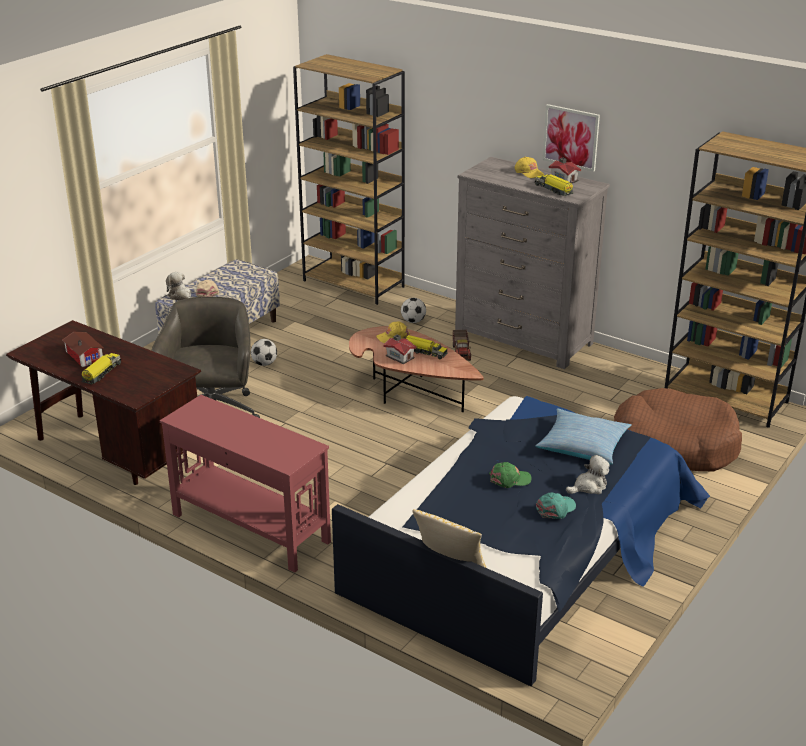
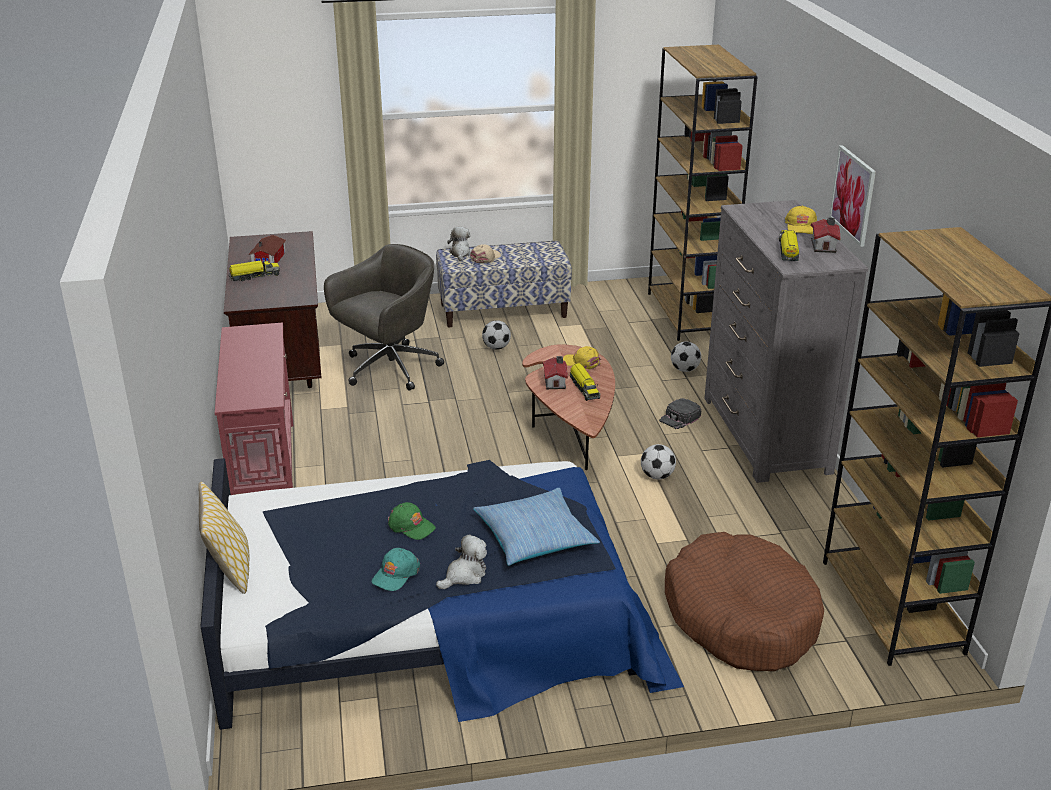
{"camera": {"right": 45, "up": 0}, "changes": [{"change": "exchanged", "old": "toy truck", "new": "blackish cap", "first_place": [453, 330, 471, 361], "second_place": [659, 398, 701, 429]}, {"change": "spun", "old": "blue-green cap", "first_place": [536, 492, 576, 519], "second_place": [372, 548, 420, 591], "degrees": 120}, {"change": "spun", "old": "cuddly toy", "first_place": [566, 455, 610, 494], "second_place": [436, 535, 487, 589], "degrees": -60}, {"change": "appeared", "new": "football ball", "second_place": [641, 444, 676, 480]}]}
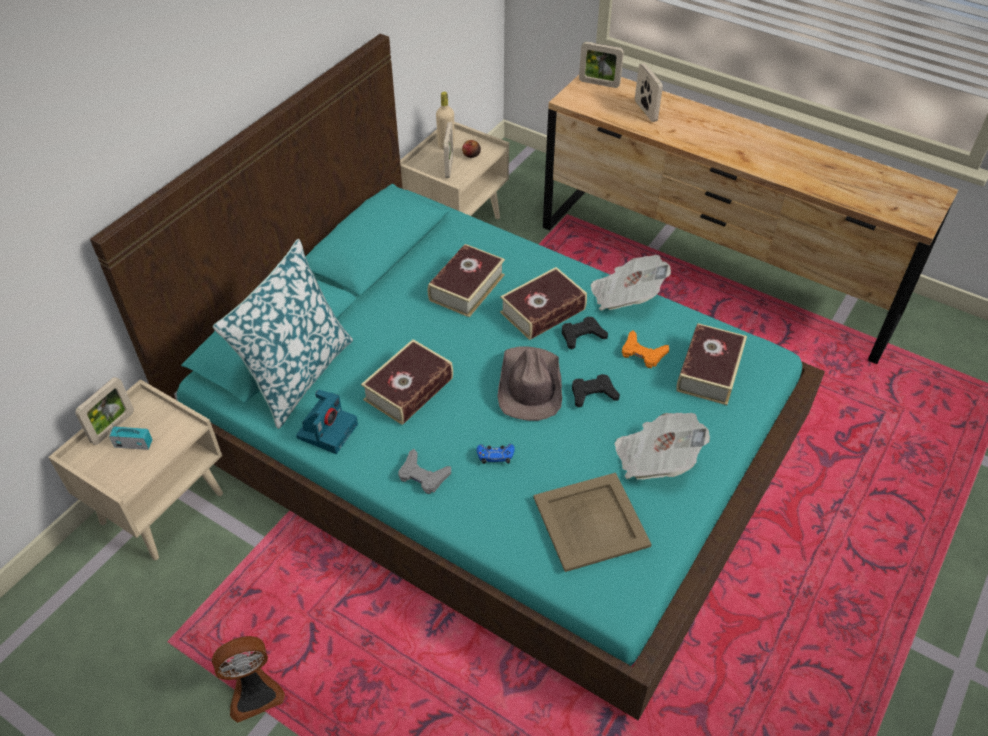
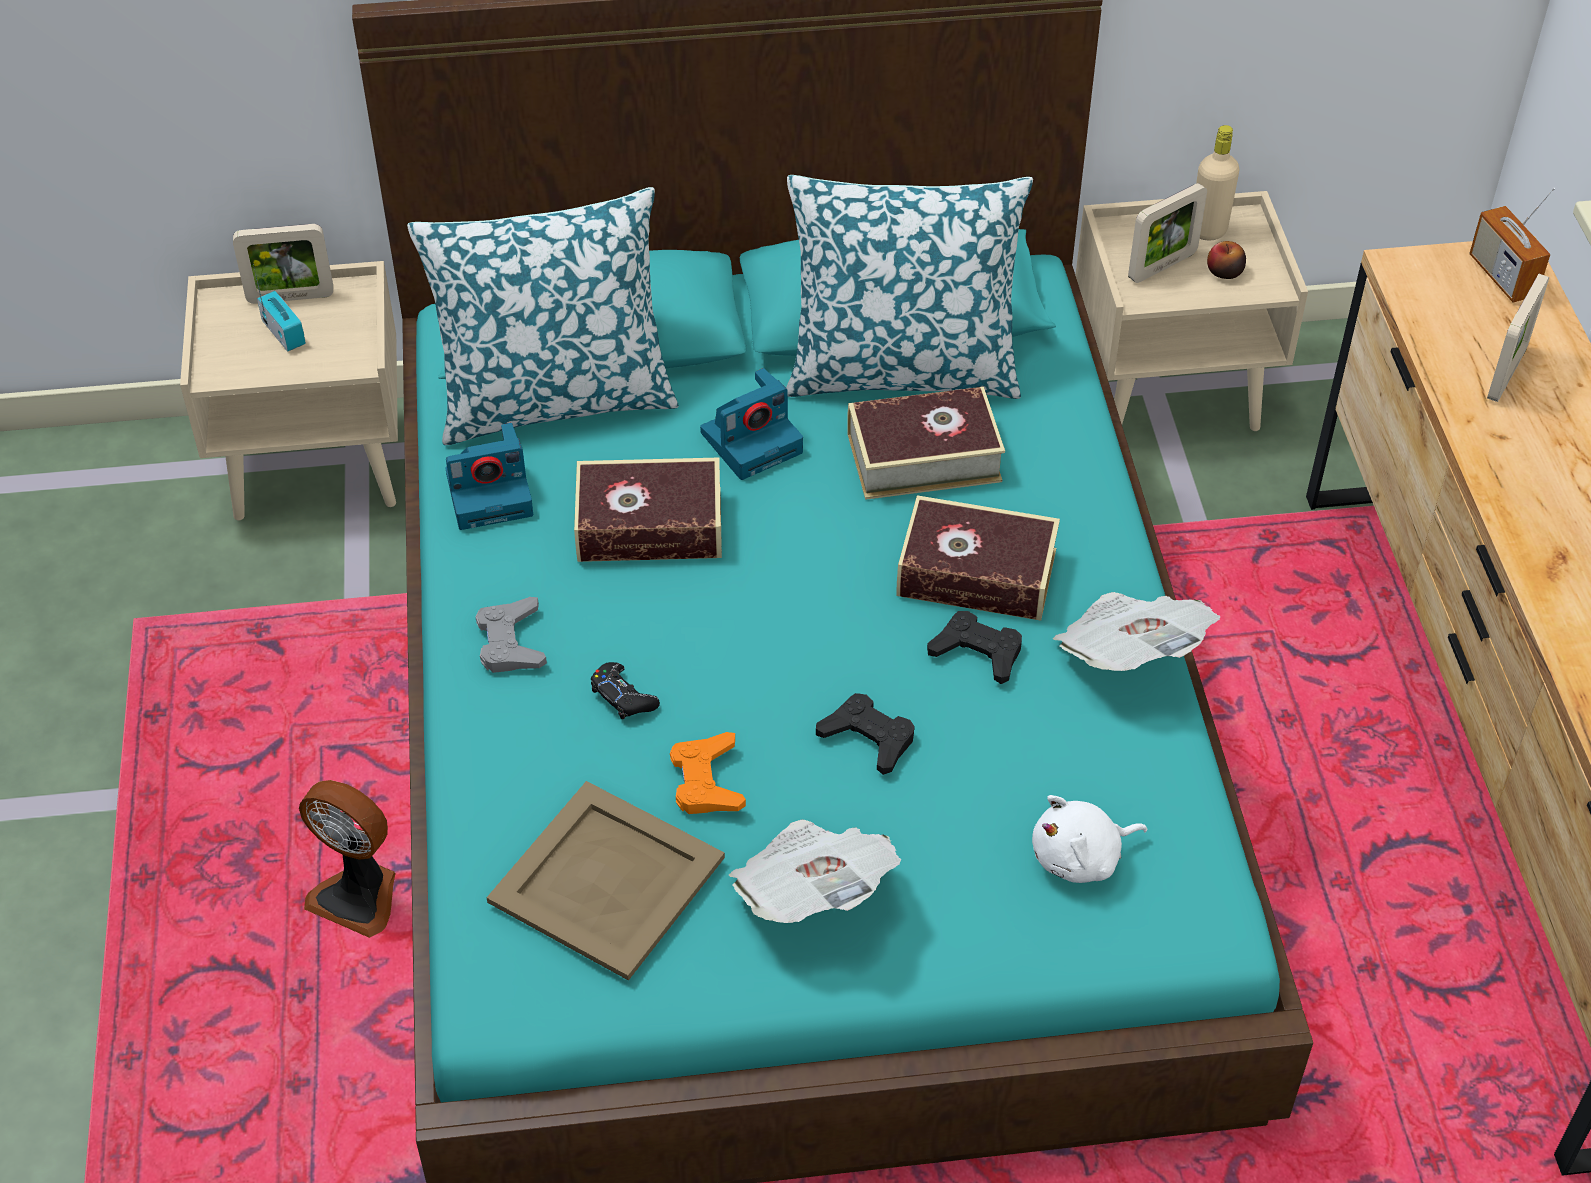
{"camera": {"right": 50, "up": 0}, "changes": [{"change": "relocated", "old": "electric fan", "first_place": [212, 636, 285, 723], "second_place": [299, 780, 396, 938]}, {"change": "colour", "old": "bluish gamepad", "new": "blackish gamepad", "first_place": [477, 444, 515, 464], "second_place": [591, 662, 660, 720]}, {"change": "missing", "old": "brown clothing hat", "first_place": [498, 346, 562, 421]}, {"change": "exchanged", "old": "standing frame", "new": "radio set", "first_place": [579, 42, 624, 88], "second_place": [1469, 188, 1555, 303]}, {"change": "relocated", "old": "orange-coloured gamepad", "first_place": [622, 330, 669, 368], "second_place": [670, 732, 746, 814]}, {"change": "exchanged", "old": "bound book", "new": "white cuddly toy", "first_place": [677, 323, 747, 405], "second_place": [1032, 795, 1148, 883]}, {"change": "appeared", "new": "still camera", "second_place": [700, 368, 803, 480]}, {"change": "appeared", "new": "throw pillow", "second_place": [786, 175, 1033, 399]}]}
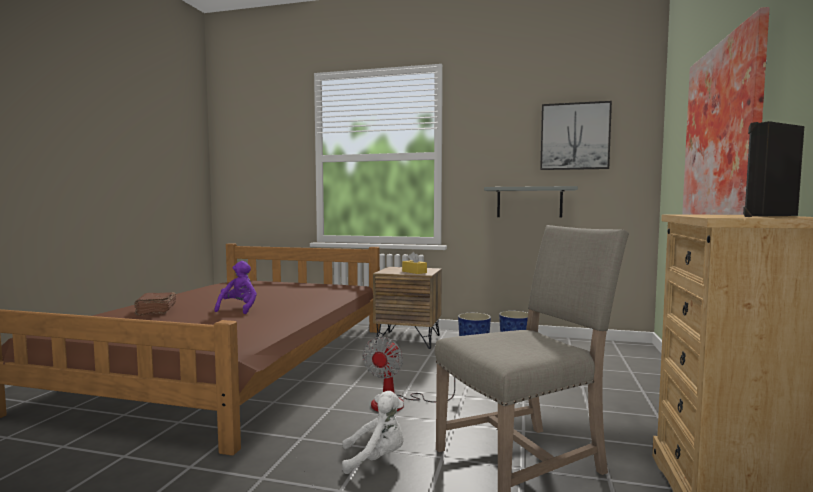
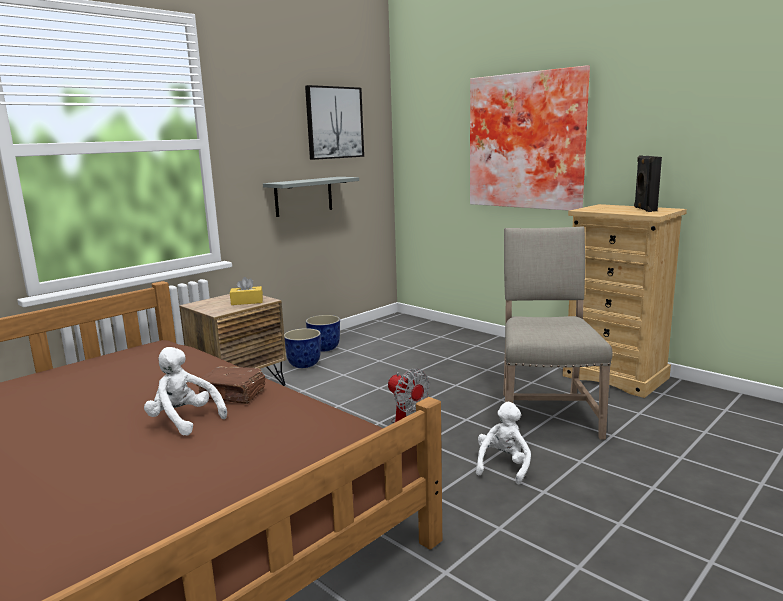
{"camera": {"right": -60, "up": 10}, "changes": [{"change": "relocated", "old": "brown bound book", "first_place": [134, 292, 176, 316], "second_place": [196, 366, 265, 404]}, {"change": "colour", "old": "purple cuddly toy", "new": "white cuddly toy", "first_place": [214, 261, 257, 314], "second_place": [144, 347, 227, 436]}]}
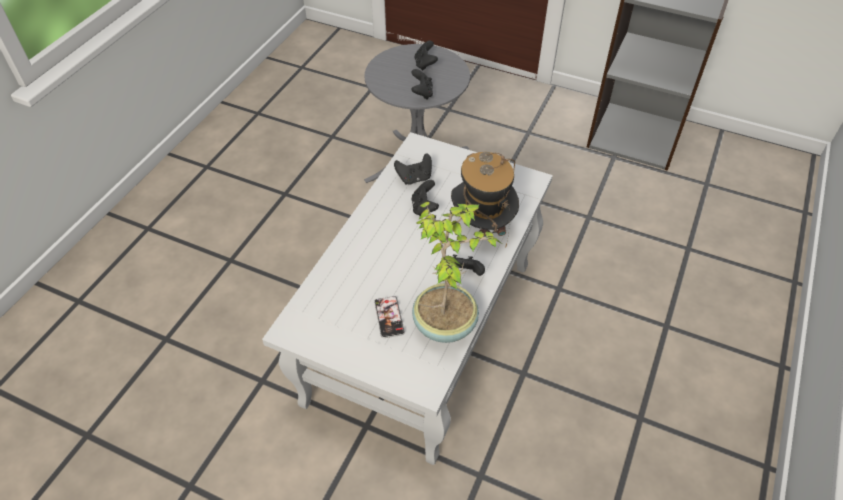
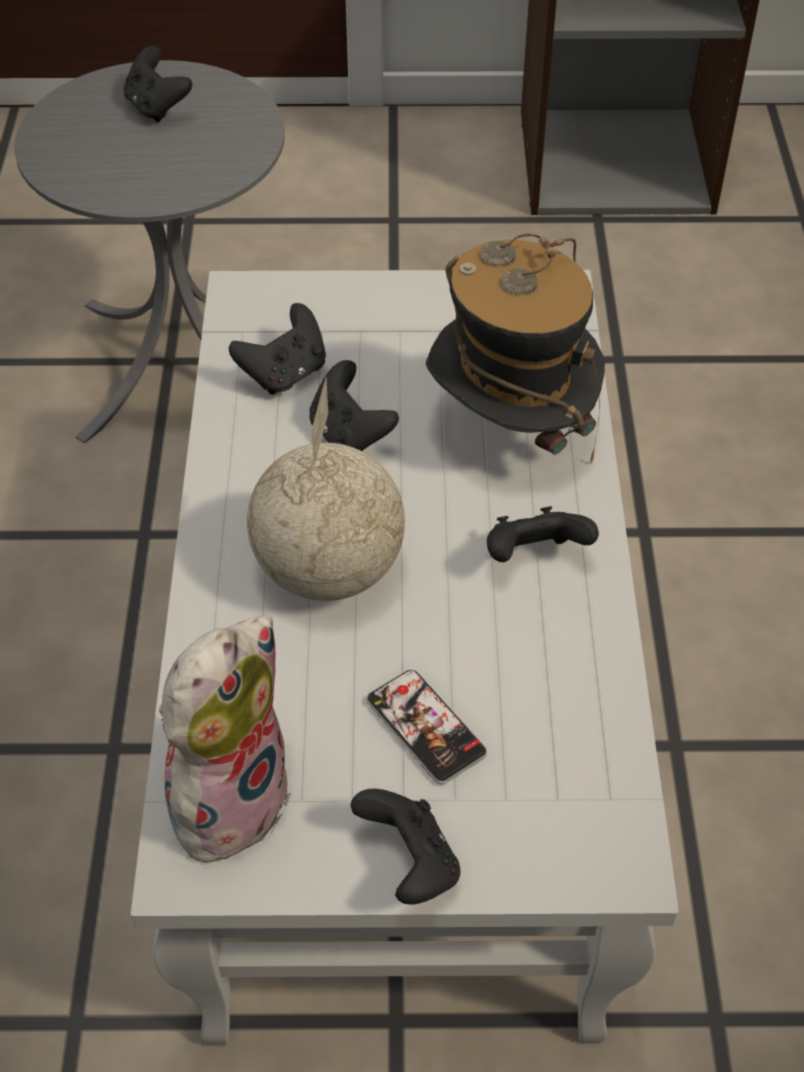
{"camera": {"right": -25, "up": 0}, "changes": [{"change": "relocated", "old": "blackish gamepad", "first_place": [411, 69, 433, 100], "second_place": [351, 789, 460, 905]}, {"change": "missing", "old": "houseplant", "first_place": [412, 202, 501, 343]}, {"change": "appeared", "new": "cuddly toy", "second_place": [159, 616, 292, 875]}, {"change": "appeared", "new": "world globe", "second_place": [247, 378, 405, 601]}]}
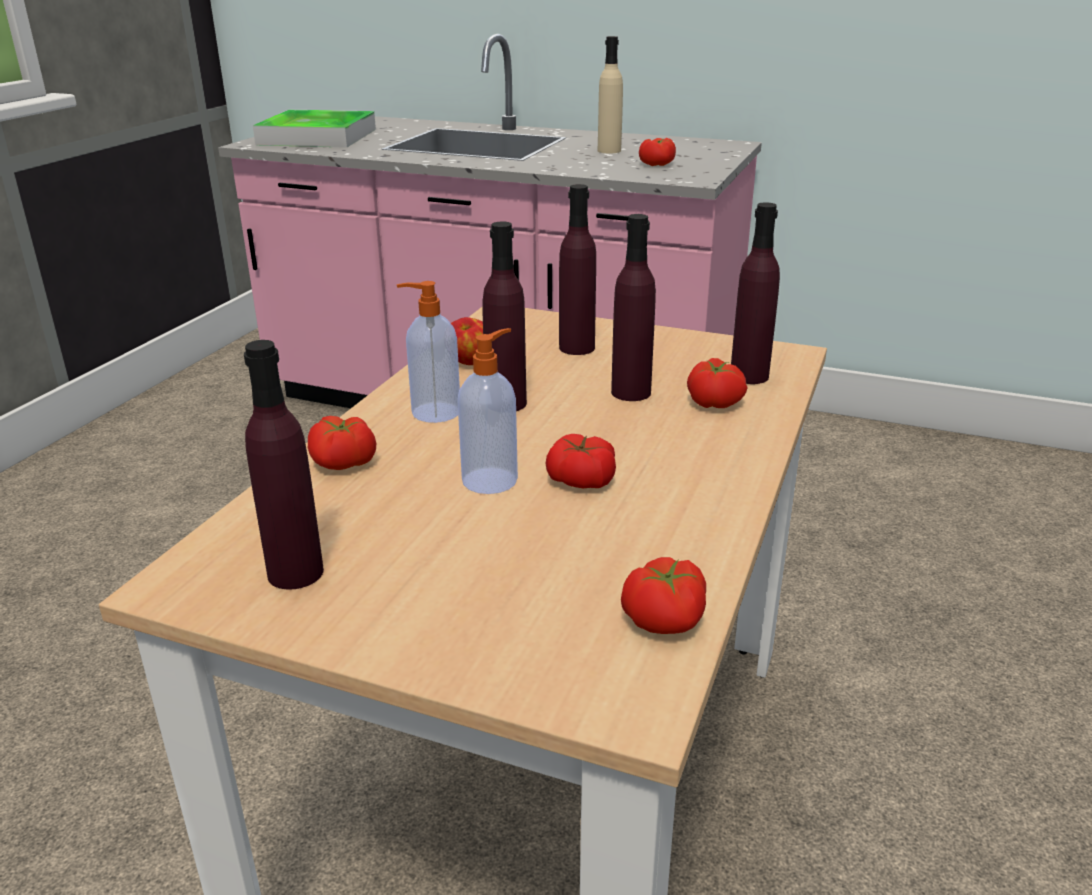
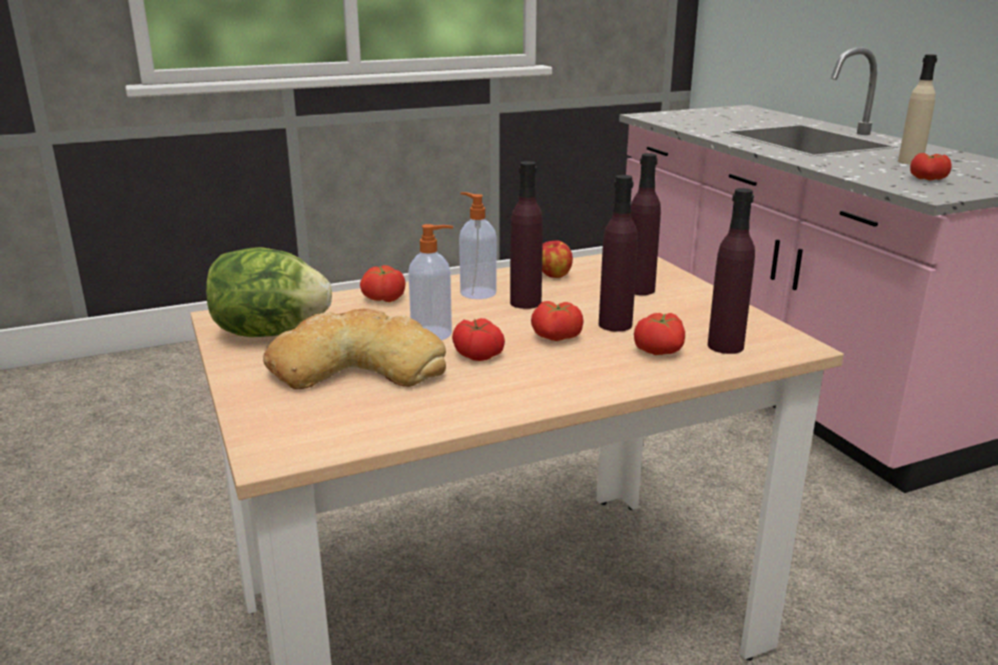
{"camera": {"right": 45, "up": -5}, "changes": [{"change": "exchanged", "old": "purple bottle", "new": "lettuce head", "first_place": [244, 340, 324, 590], "second_place": [206, 247, 332, 337]}, {"change": "missing", "old": "serving tray", "first_place": [253, 110, 376, 148]}, {"change": "relocated", "old": "whole tomato", "first_place": [621, 557, 706, 634], "second_place": [531, 301, 584, 341]}, {"change": "appeared", "new": "baked bread", "second_place": [263, 309, 446, 389]}]}
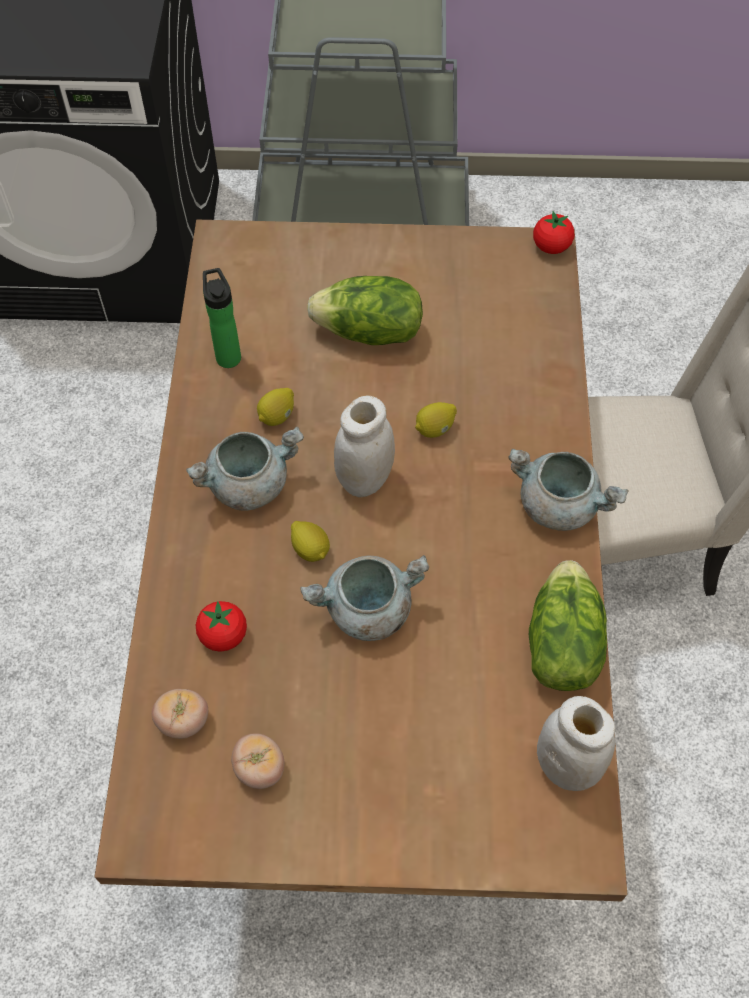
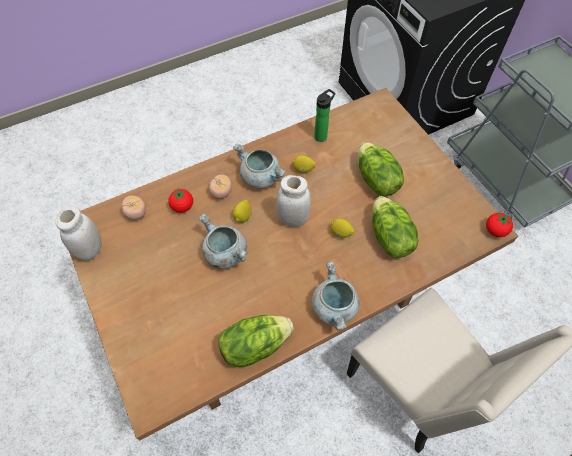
{"camera": {"right": 60, "up": 0}, "changes": [{"change": "relocated", "old": "whole tomato", "first_place": [231, 733, 284, 789], "second_place": [209, 174, 232, 199]}, {"change": "relocated", "old": "white preserve jar", "first_place": [537, 696, 615, 791], "second_place": [55, 206, 102, 261]}, {"change": "appeared", "new": "lettuce head", "second_place": [372, 196, 418, 258]}]}
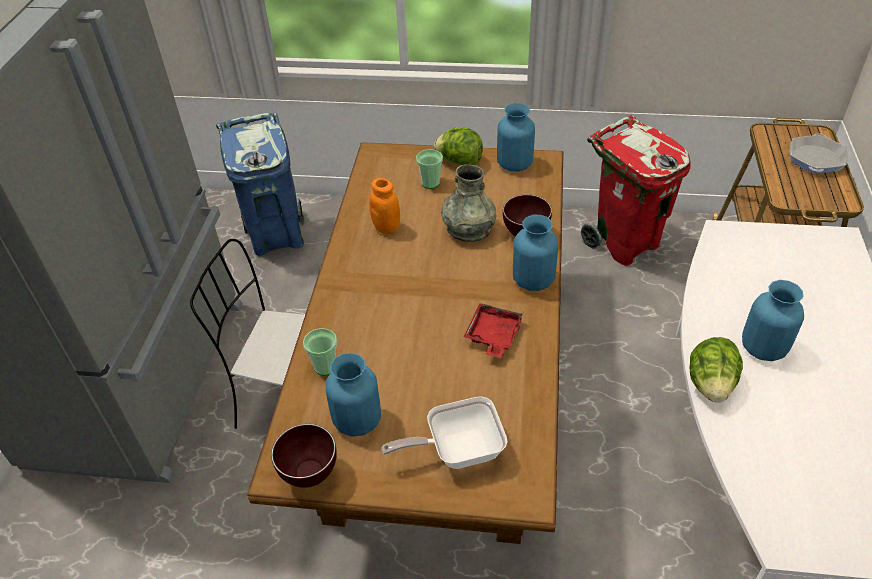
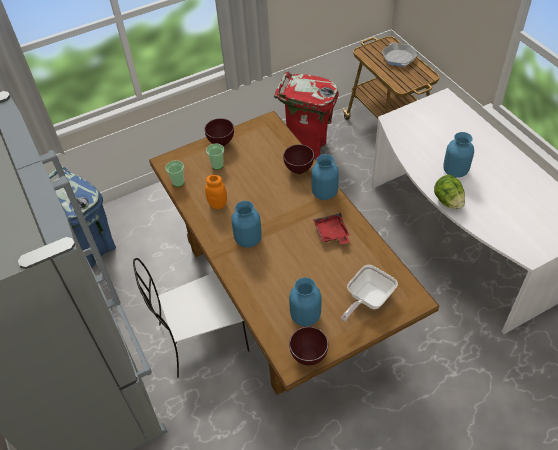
{"camera": {"right": -35, "up": 5}, "changes": [{"change": "relocated", "old": "cup", "first_place": [303, 328, 337, 376], "second_place": [166, 160, 184, 187]}, {"change": "exchanged", "old": "lettuce head", "new": "brown deep dish", "first_place": [434, 127, 483, 165], "second_place": [204, 118, 234, 147]}, {"change": "missing", "old": "greyish vase", "first_place": [441, 164, 496, 242]}, {"change": "relocated", "old": "bluish vase", "first_place": [497, 103, 535, 171], "second_place": [232, 201, 262, 248]}]}
